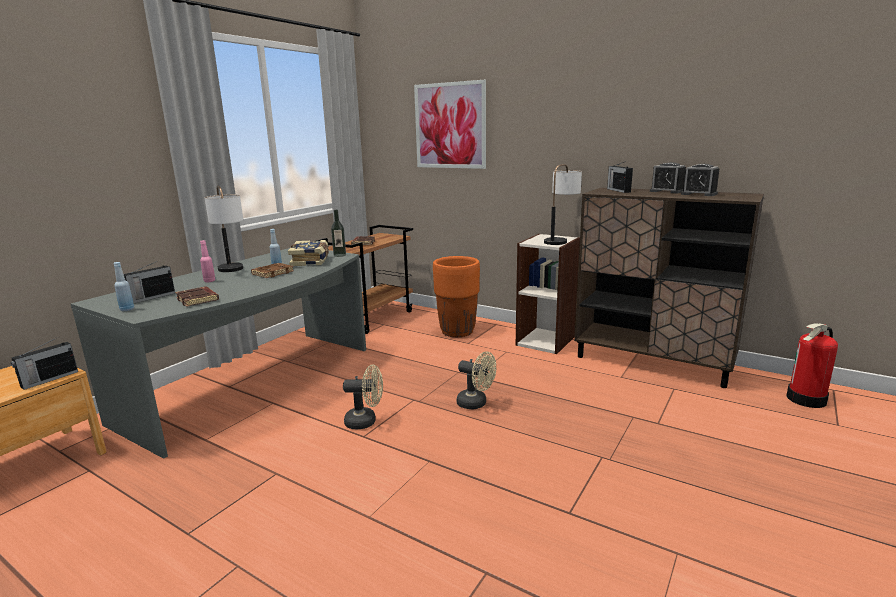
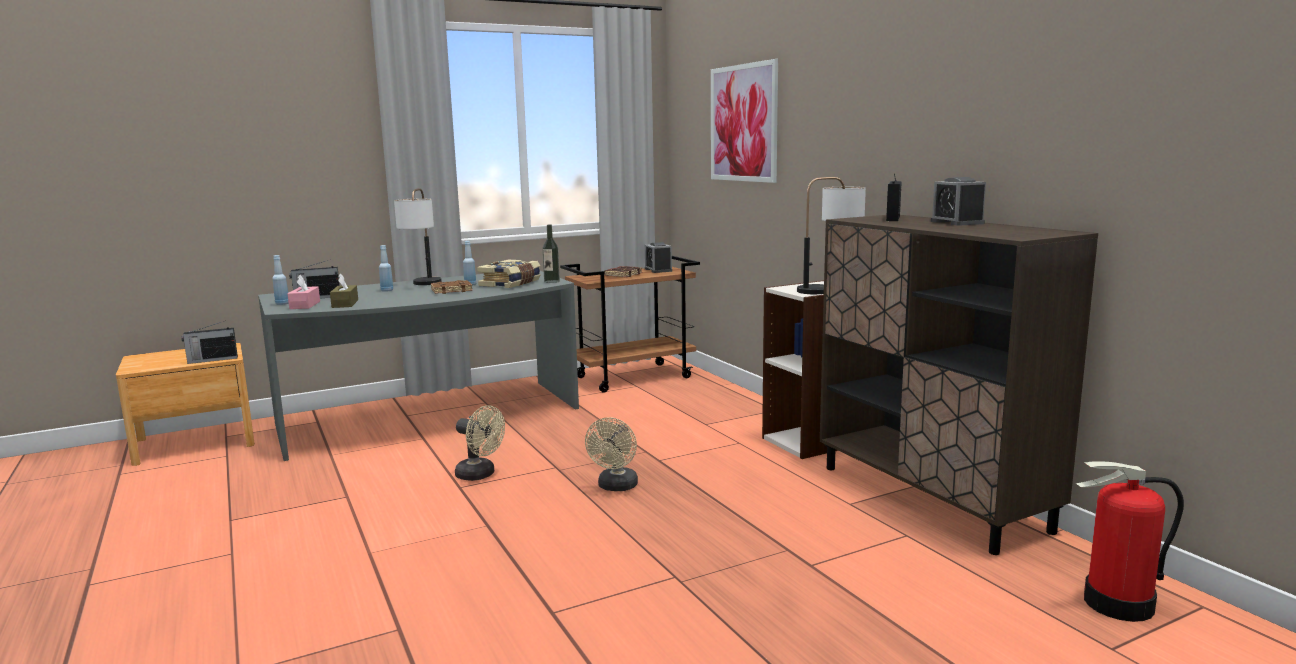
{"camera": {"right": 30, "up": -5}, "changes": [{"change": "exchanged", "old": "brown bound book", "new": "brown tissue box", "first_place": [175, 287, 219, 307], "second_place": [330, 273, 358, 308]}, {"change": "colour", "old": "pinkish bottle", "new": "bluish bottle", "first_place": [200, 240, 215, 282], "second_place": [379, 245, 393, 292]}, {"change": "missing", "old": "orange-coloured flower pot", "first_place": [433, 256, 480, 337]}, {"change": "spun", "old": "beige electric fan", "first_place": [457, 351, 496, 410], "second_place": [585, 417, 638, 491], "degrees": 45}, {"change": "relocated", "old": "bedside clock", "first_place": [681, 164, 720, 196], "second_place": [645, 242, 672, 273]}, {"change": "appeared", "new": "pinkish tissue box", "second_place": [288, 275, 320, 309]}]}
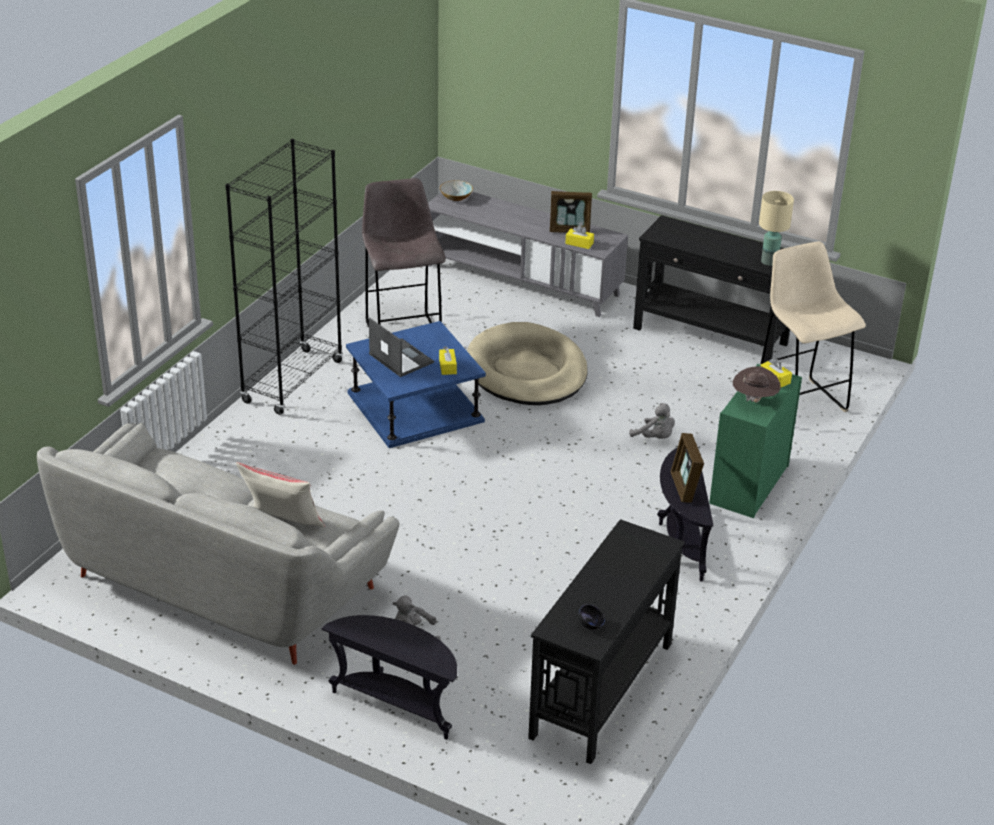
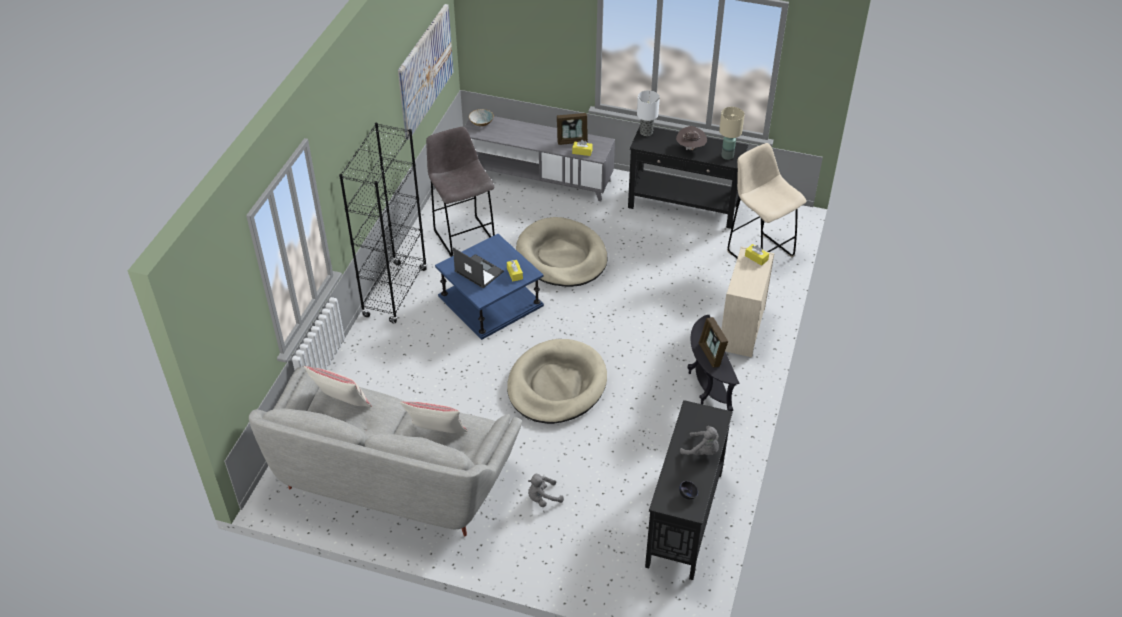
{"camera": {"right": -10, "up": 10}, "changes": [{"change": "missing", "old": "blackish accent table", "first_place": [322, 615, 457, 740]}, {"change": "relocated", "old": "greyish cuddly toy", "first_place": [629, 403, 675, 439], "second_place": [680, 426, 719, 455]}, {"change": "colour", "old": "greenish dresser", "new": "beige dresser", "first_place": [709, 364, 802, 518], "second_place": [721, 247, 775, 357]}, {"change": "relocated", "old": "brown clothing hat", "first_place": [733, 366, 781, 403], "second_place": [676, 126, 707, 150]}, {"change": "appeared", "new": "beige throw pillow", "second_place": [304, 366, 372, 407]}, {"change": "appeared", "new": "picture", "second_place": [398, 4, 453, 140]}, {"change": "appeared", "new": "beige pet bed", "second_place": [507, 339, 607, 424]}, {"change": "appeared", "new": "table lamp", "second_place": [637, 90, 660, 136]}]}
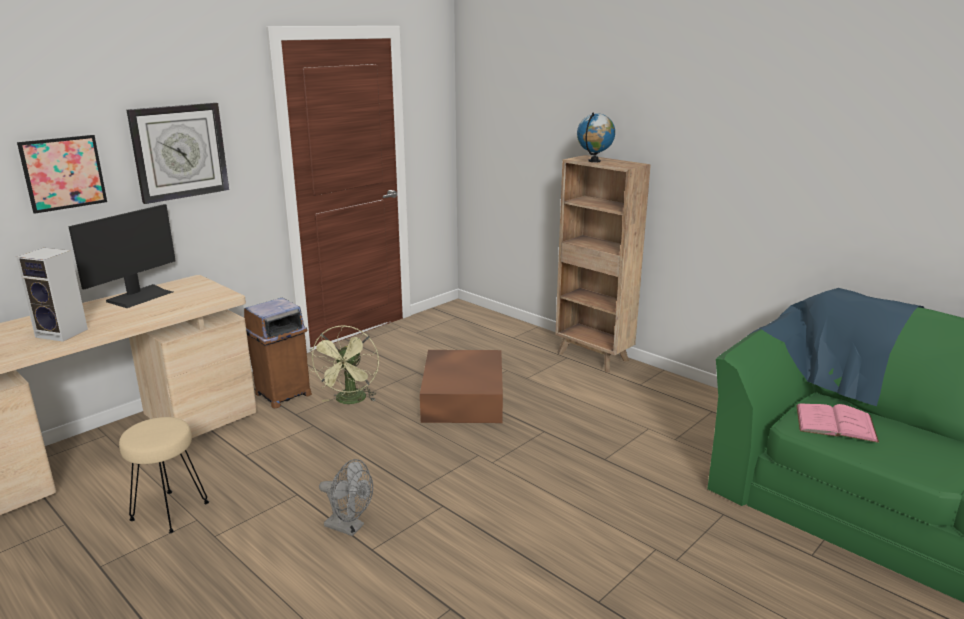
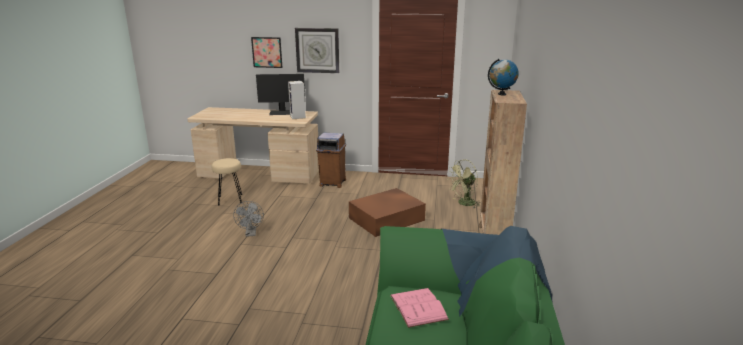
{"camera": {"right": 55, "up": 0}, "changes": [{"change": "relocated", "old": "audio speaker", "first_place": [16, 248, 88, 342], "second_place": [288, 81, 306, 119]}, {"change": "relocated", "old": "greenish electric fan", "first_place": [310, 325, 379, 404], "second_place": [448, 159, 481, 209]}]}
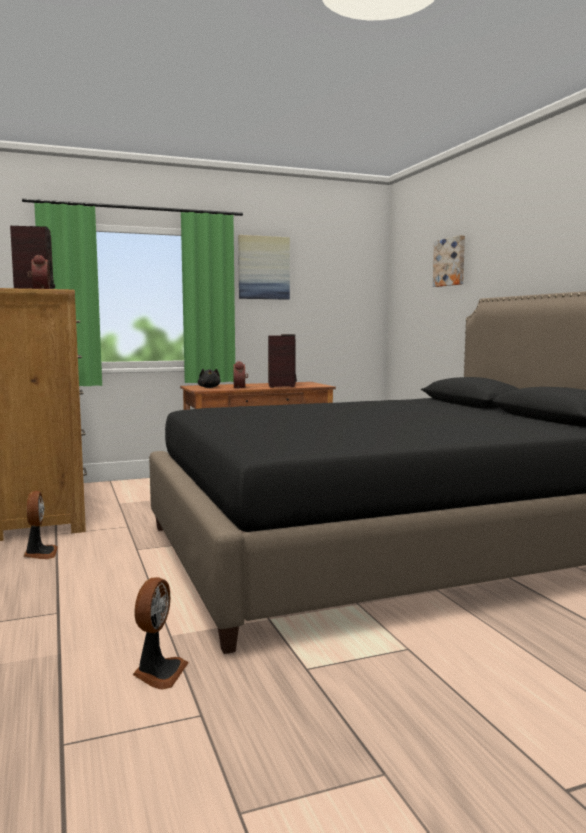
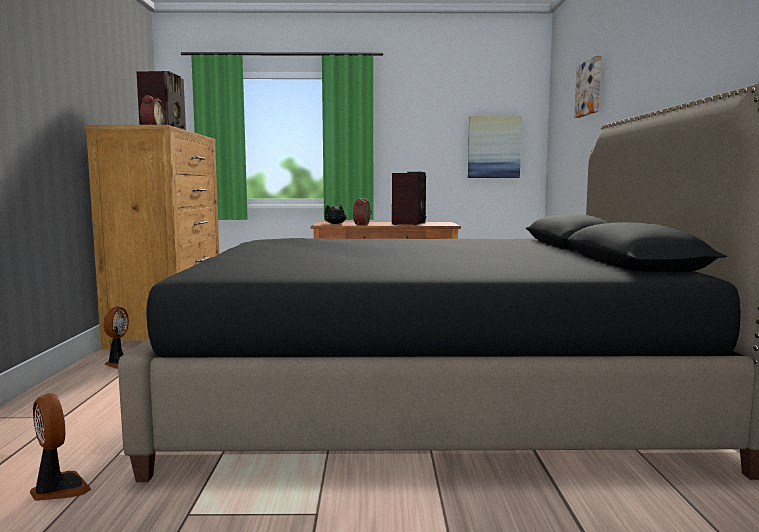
{"camera": {"right": 20, "up": 0}, "changes": [{"change": "spun", "old": "electric fan", "first_place": [133, 577, 189, 689], "second_place": [30, 393, 91, 501], "degrees": -75}, {"change": "relocated", "old": "picture", "first_place": [238, 235, 290, 300], "second_place": [468, 116, 522, 178]}]}
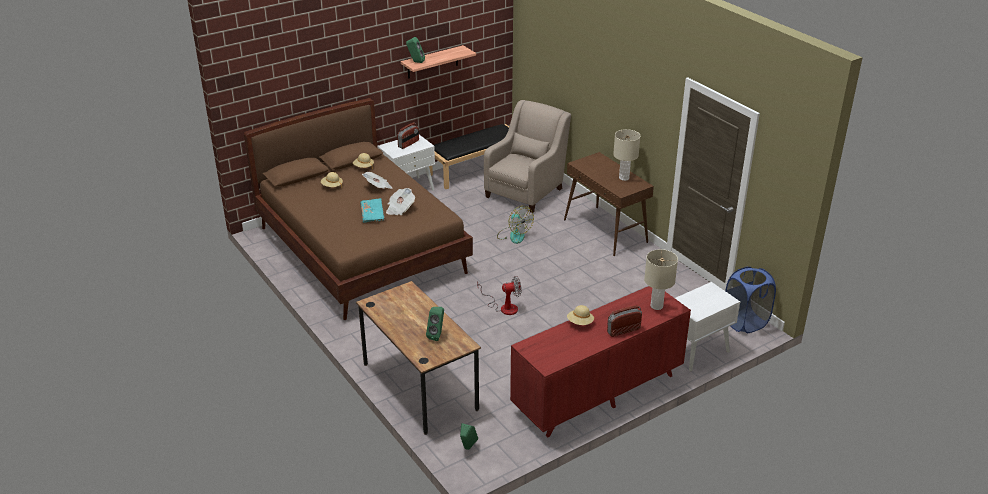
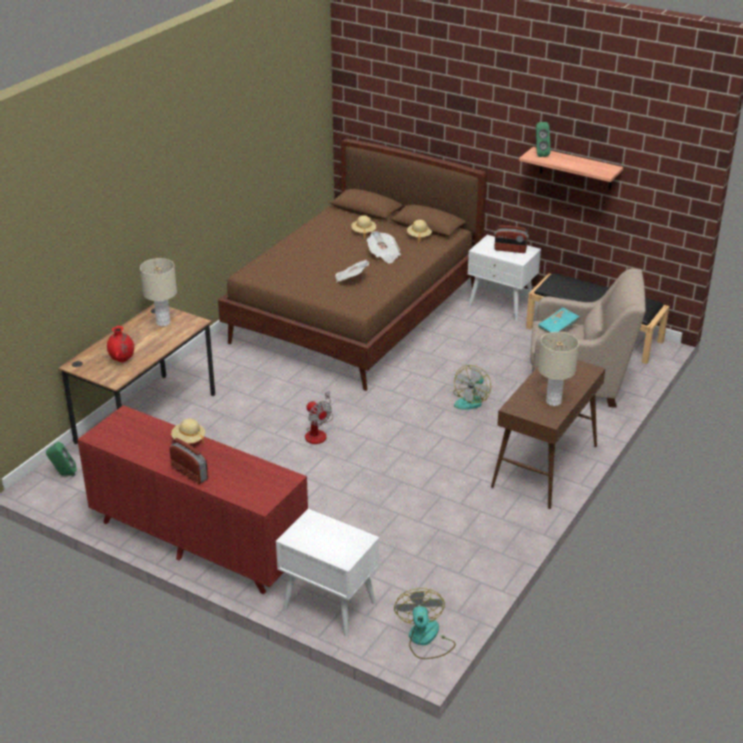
{"camera": {"right": 65, "up": 0}, "changes": [{"change": "relocated", "old": "blue-green bound book", "first_place": [360, 198, 385, 223], "second_place": [538, 307, 580, 333]}, {"change": "exchanged", "old": "greenish audio speaker", "new": "reddish vase", "first_place": [426, 307, 444, 341], "second_place": [107, 326, 134, 362]}, {"change": "relocated", "old": "beige table lamp", "first_place": [644, 249, 678, 310], "second_place": [140, 258, 177, 326]}, {"change": "exchanged", "old": "bluish hamper", "new": "electric fan", "first_place": [725, 266, 776, 333], "second_place": [394, 588, 456, 659]}]}
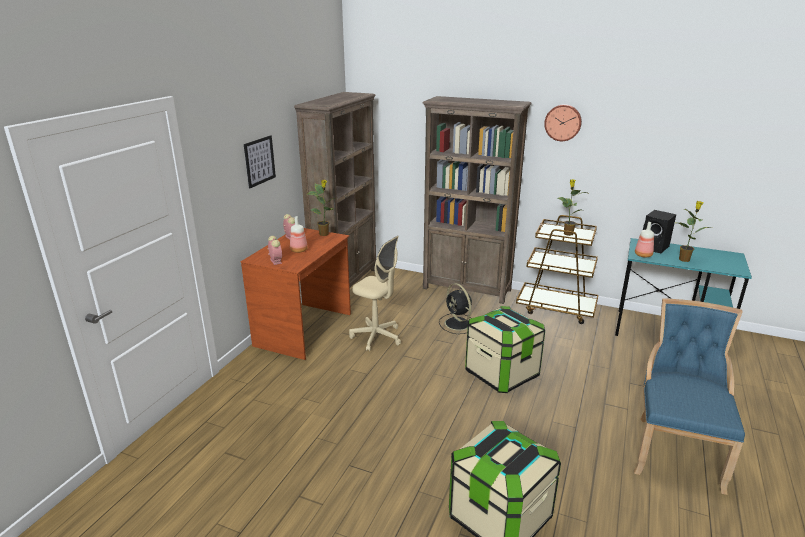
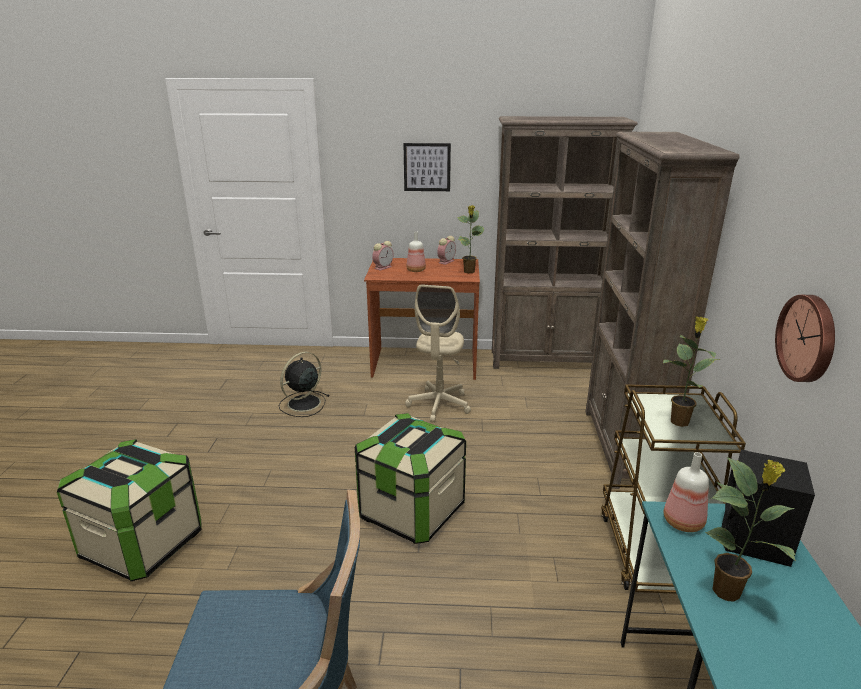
{"camera": {"right": 70, "up": 0}, "changes": [{"change": "relocated", "old": "blackish electric fan", "first_place": [439, 283, 472, 334], "second_place": [278, 352, 329, 417]}, {"change": "relocated", "old": "wall clock", "first_place": [544, 104, 582, 141], "second_place": [775, 295, 835, 382]}]}
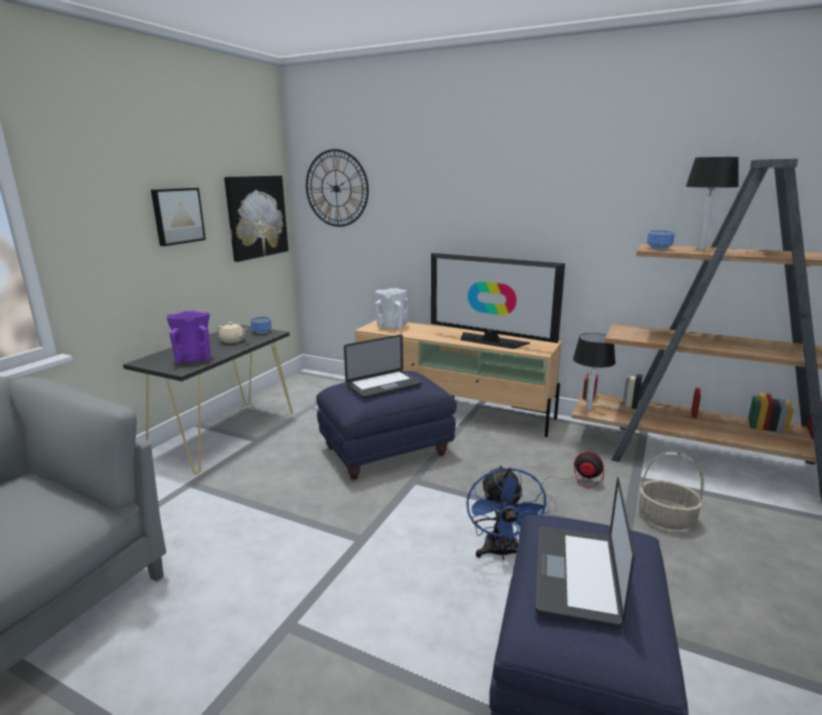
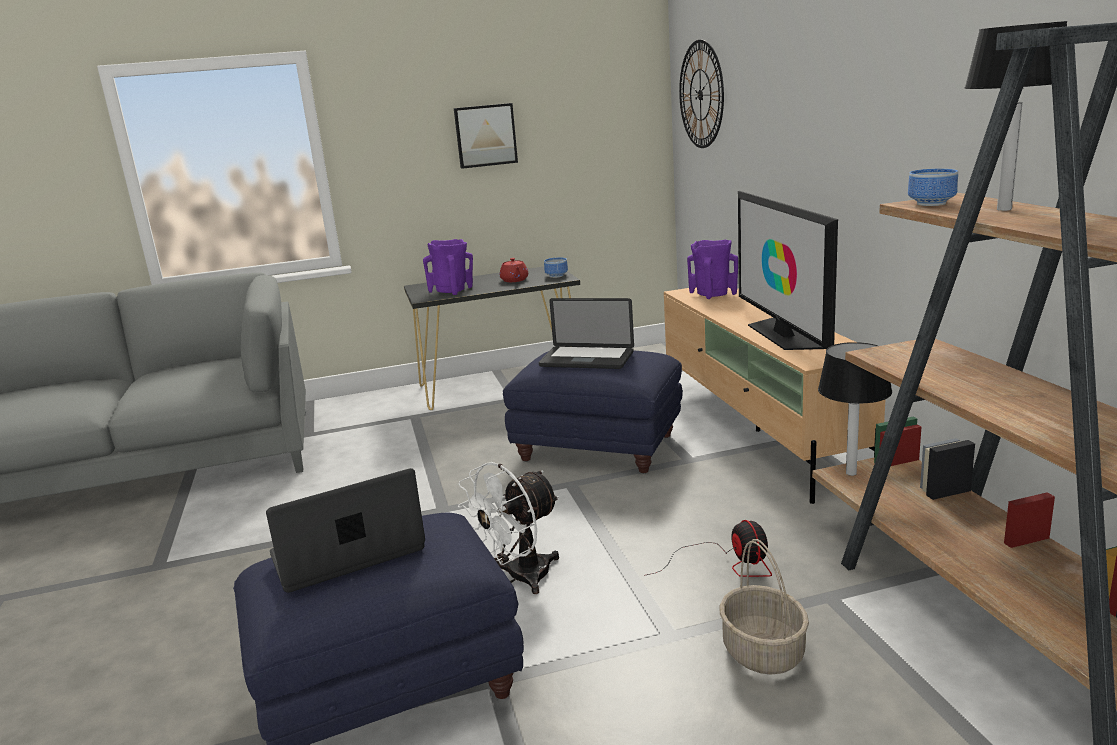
{"camera": {"right": 50, "up": 0}, "changes": [{"change": "colour", "old": "beige teapot", "new": "reddish teapot", "first_place": [217, 322, 248, 343], "second_place": [500, 258, 528, 282]}, {"change": "missing", "old": "picture", "first_place": [224, 176, 288, 262]}, {"change": "colour", "old": "white vase", "new": "purple vase", "first_place": [375, 288, 408, 330], "second_place": [687, 240, 738, 299]}, {"change": "colour", "old": "bluish electric fan", "new": "white electric fan", "first_place": [466, 465, 550, 560], "second_place": [458, 462, 559, 594]}]}
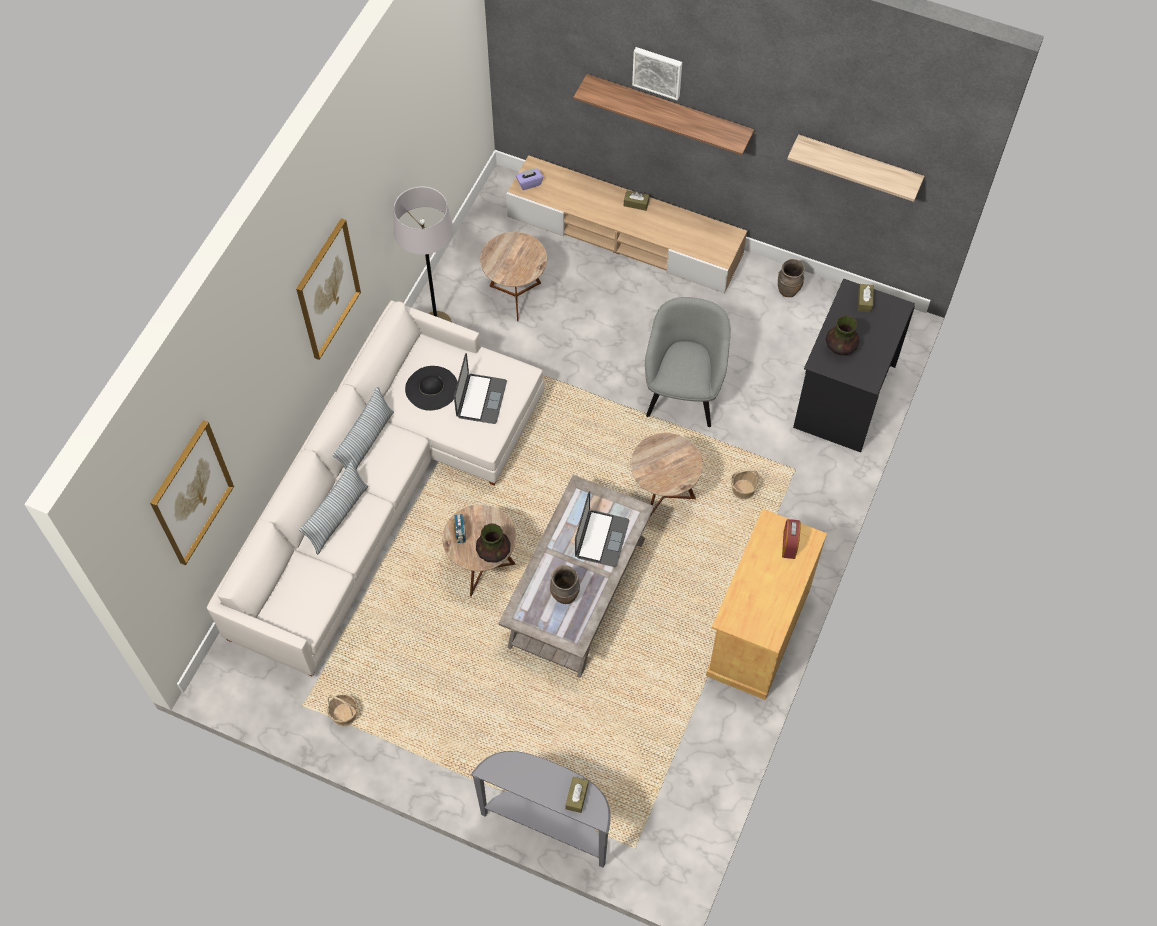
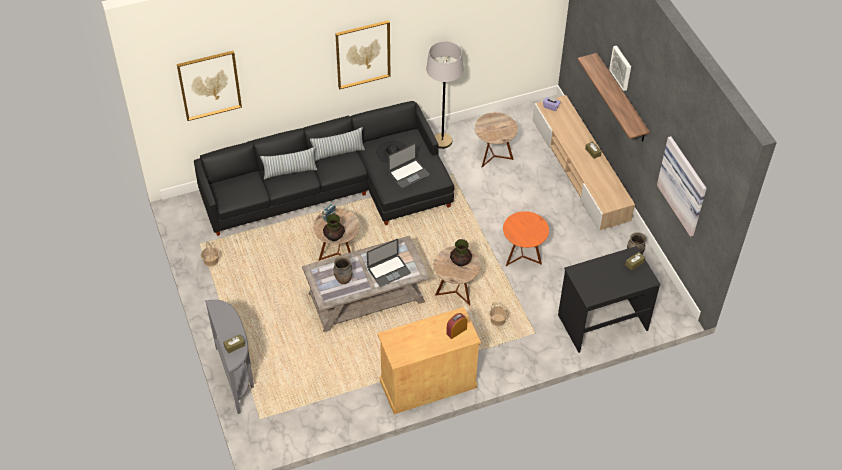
{"camera": {"right": 45, "up": -10}, "changes": [{"change": "colour", "old": "white couch", "new": "blackish couch", "first_place": [207, 300, 544, 676], "second_place": [194, 101, 455, 236]}, {"change": "exchanged", "old": "greyish lounge chair", "new": "orange-coloured accent table", "first_place": [645, 297, 731, 427], "second_place": [503, 211, 549, 266]}, {"change": "exchanged", "old": "wall shelf", "new": "picture", "first_place": [787, 135, 924, 202], "second_place": [657, 136, 707, 237]}, {"change": "relocated", "old": "vase", "first_place": [826, 315, 860, 356], "second_place": [450, 239, 472, 266]}]}
